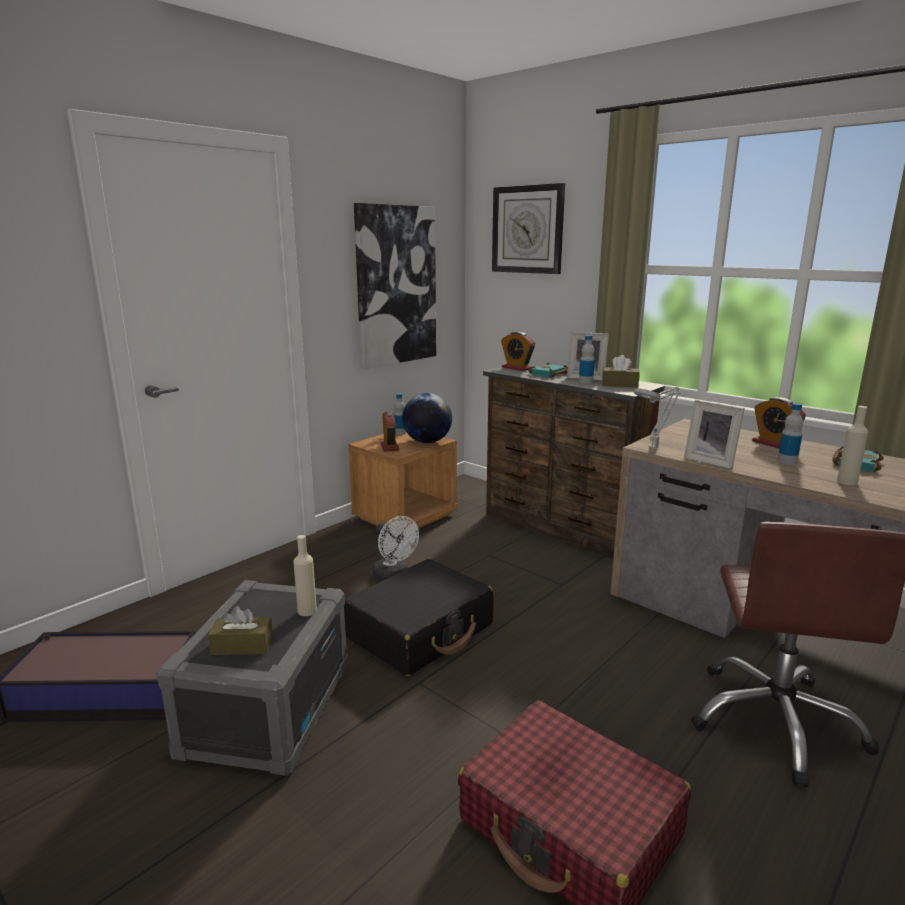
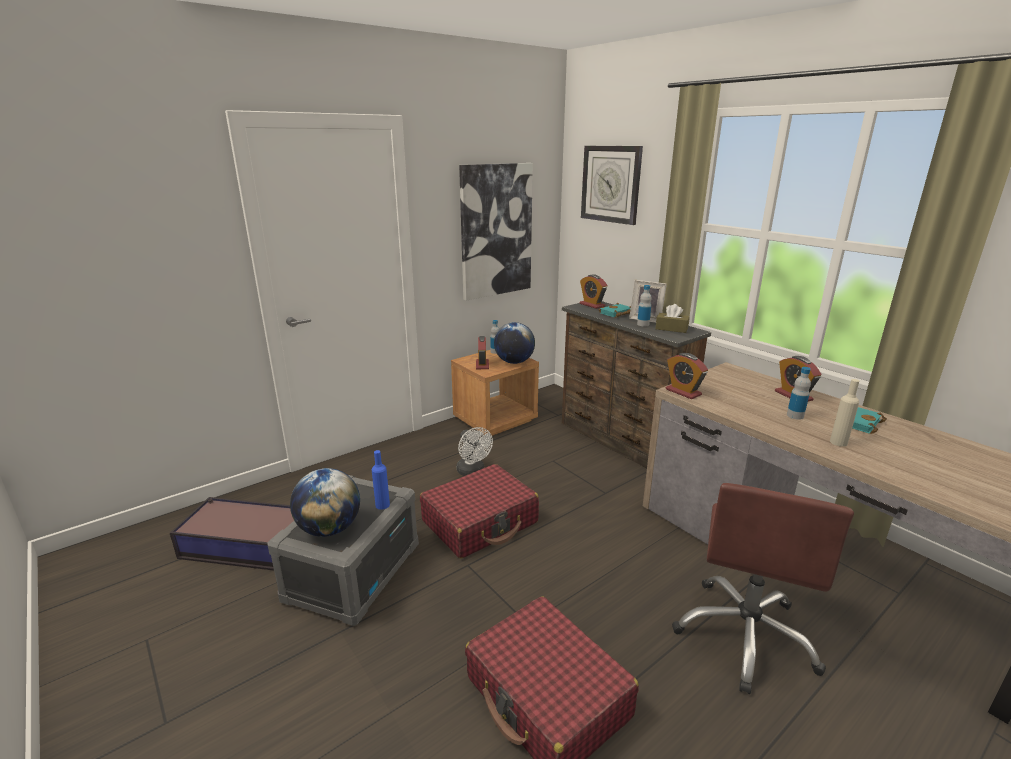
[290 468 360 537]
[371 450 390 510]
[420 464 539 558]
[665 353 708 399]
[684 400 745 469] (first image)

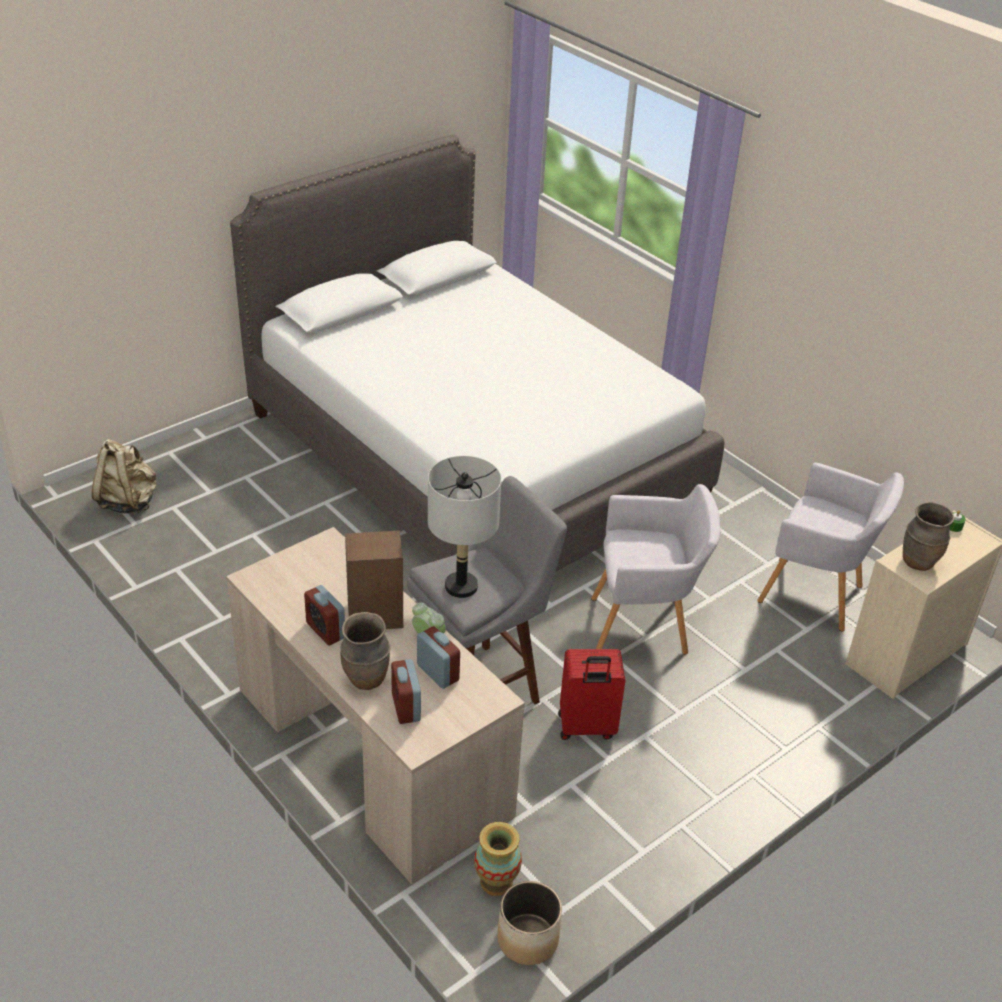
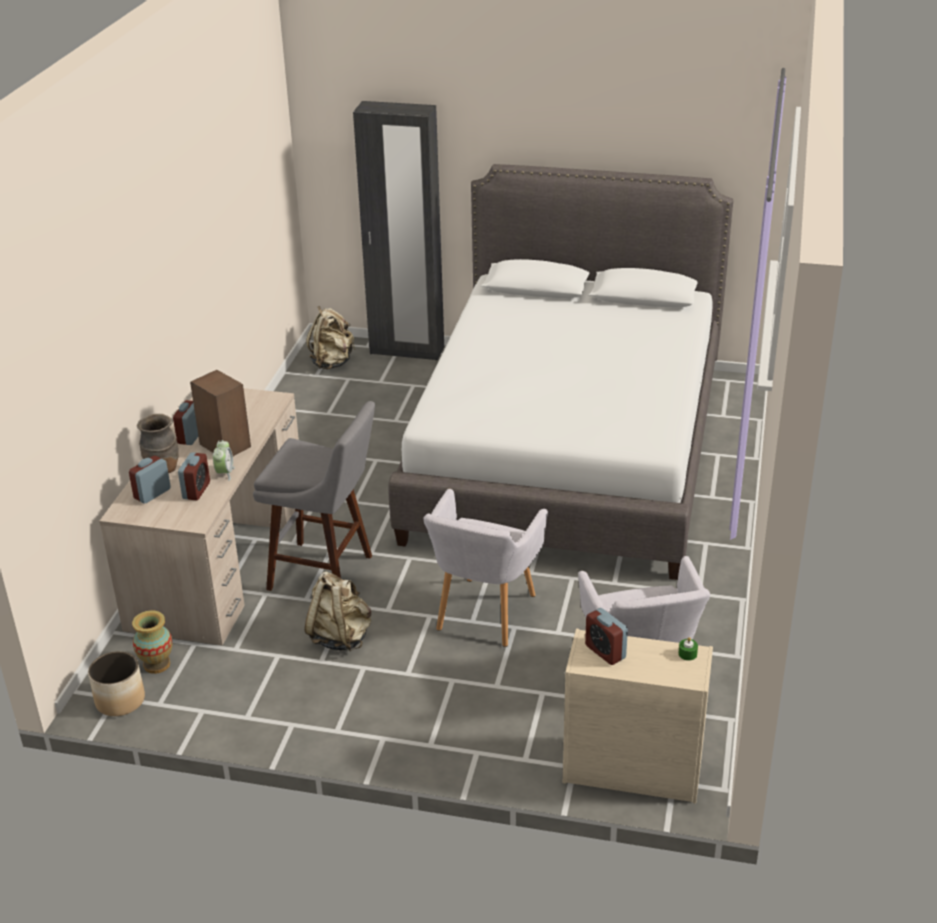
[428 456 501 598] (first image)
[305 572 371 651]
[423 489 548 647]
[585 608 628 665]
[353 101 444 361]

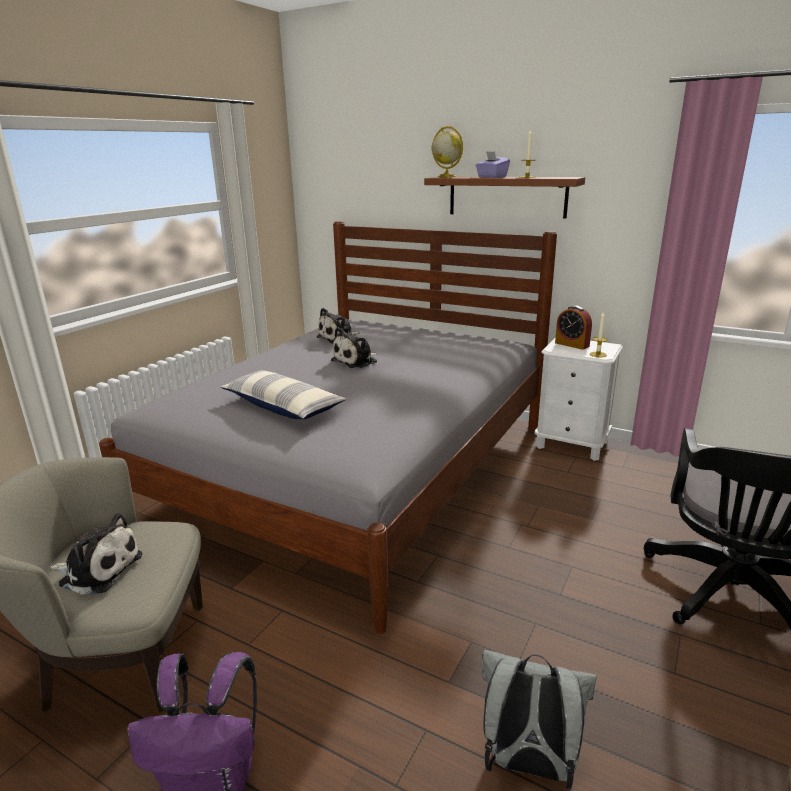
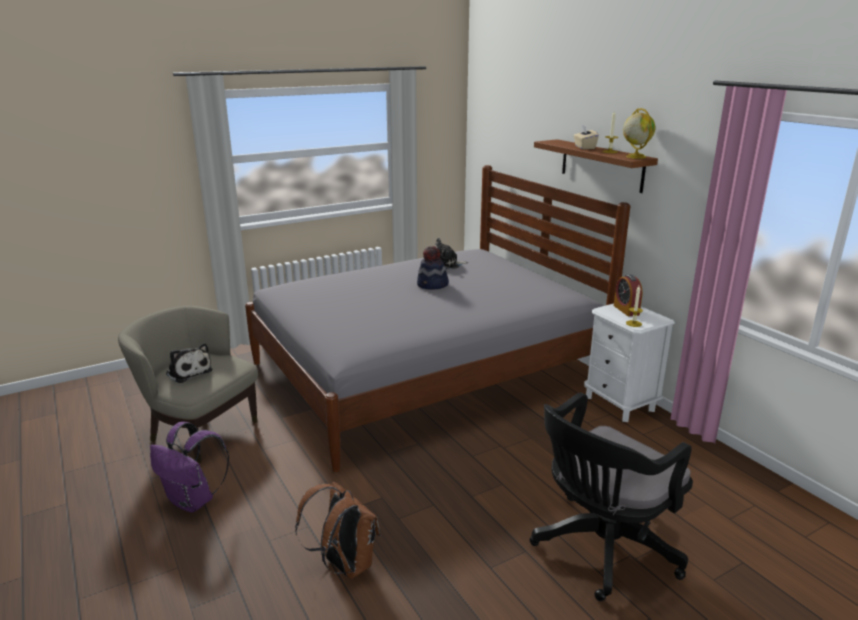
[221 370 347 419] (first image)
[417 246 449 290]
[623 108 655 159]
[574 126 599 149]
[295 482 381 579]

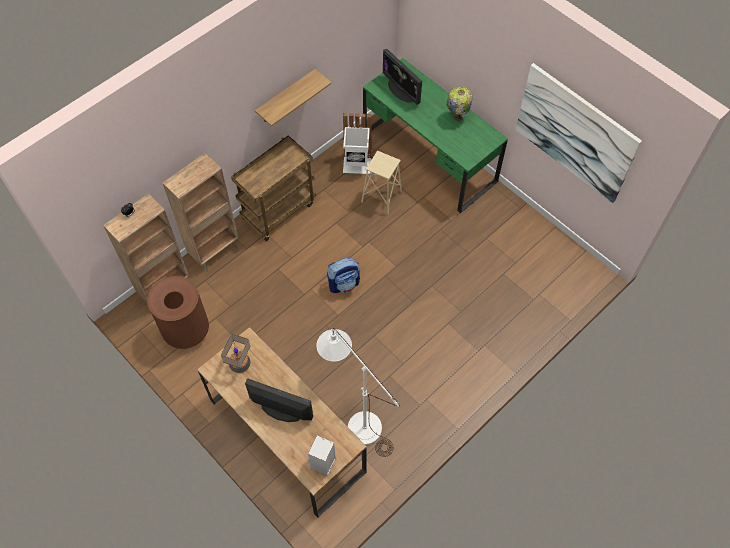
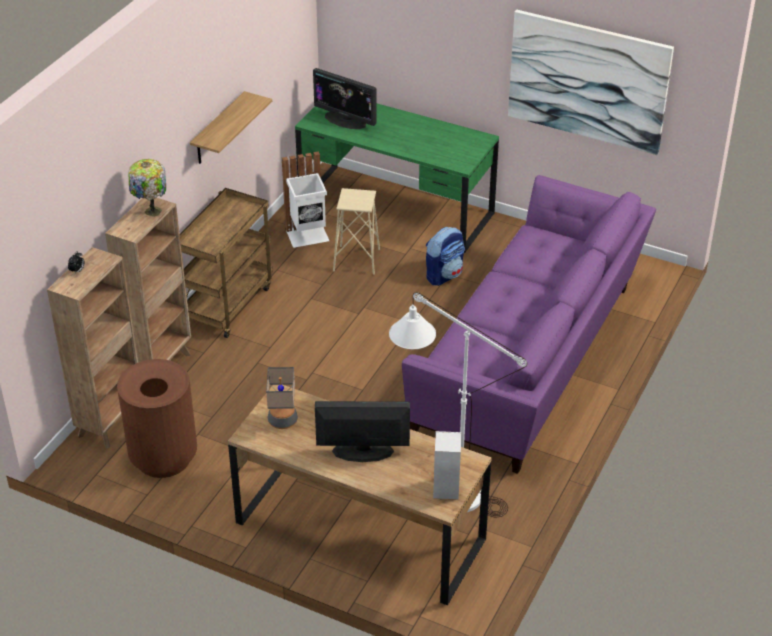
[426 227 465 286]
[128 159 166 217]
[402 175 656 474]

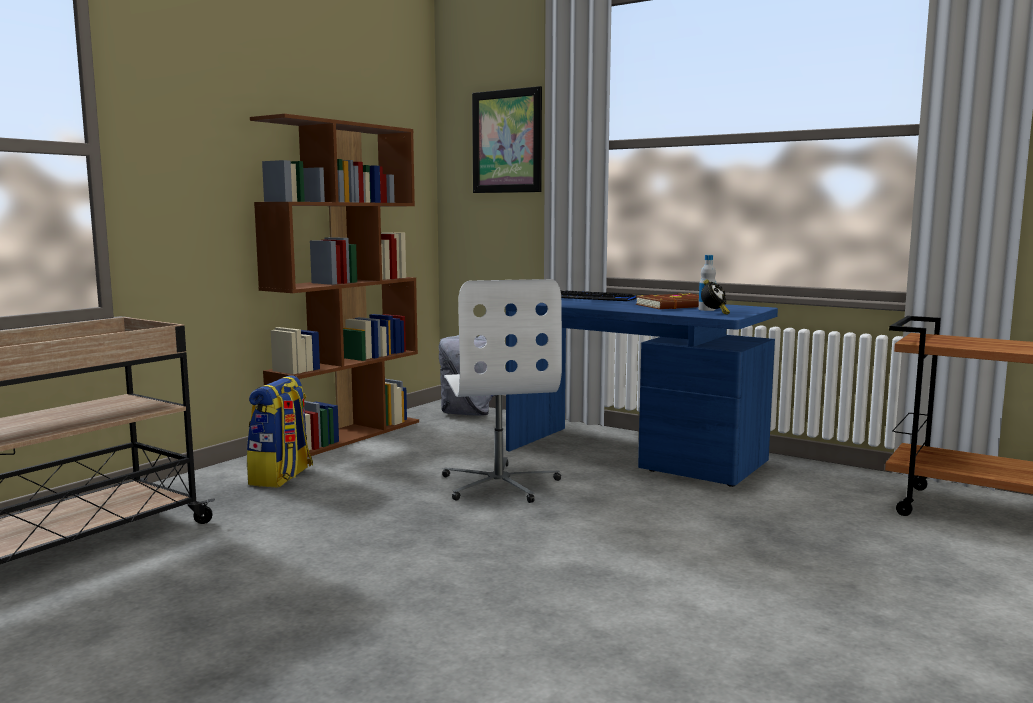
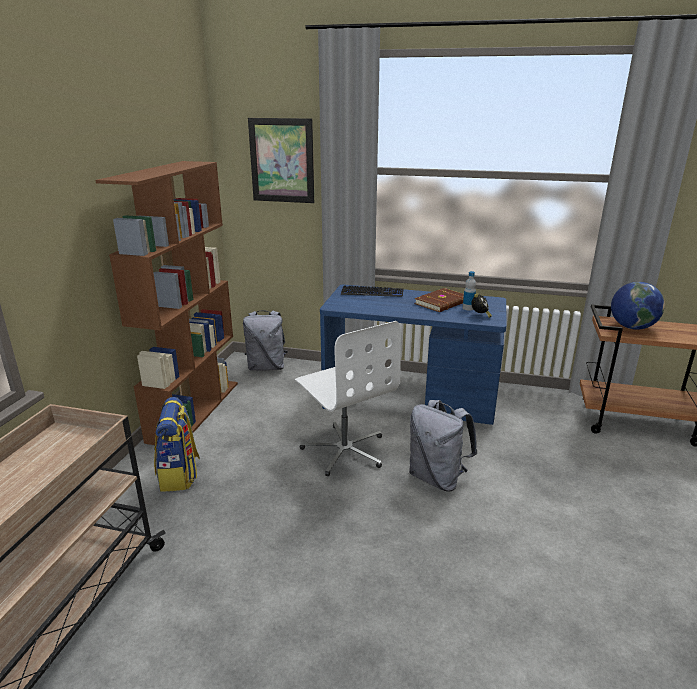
[409 400 477 491]
[611 282 665 330]

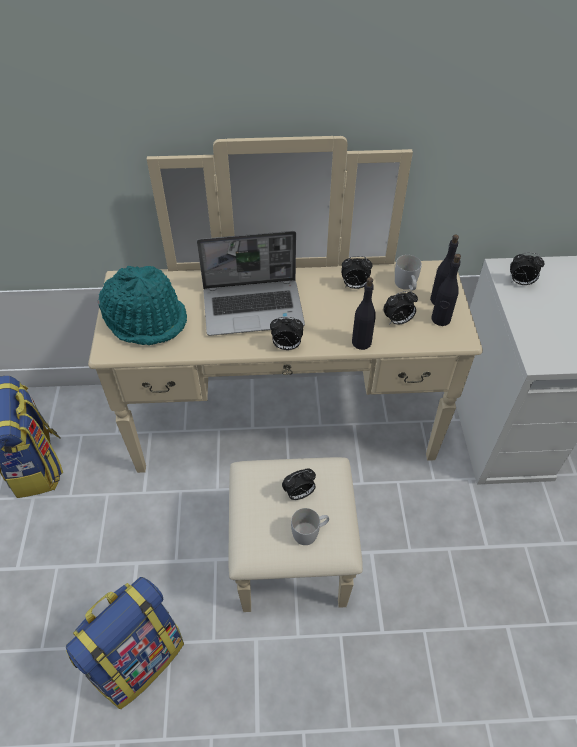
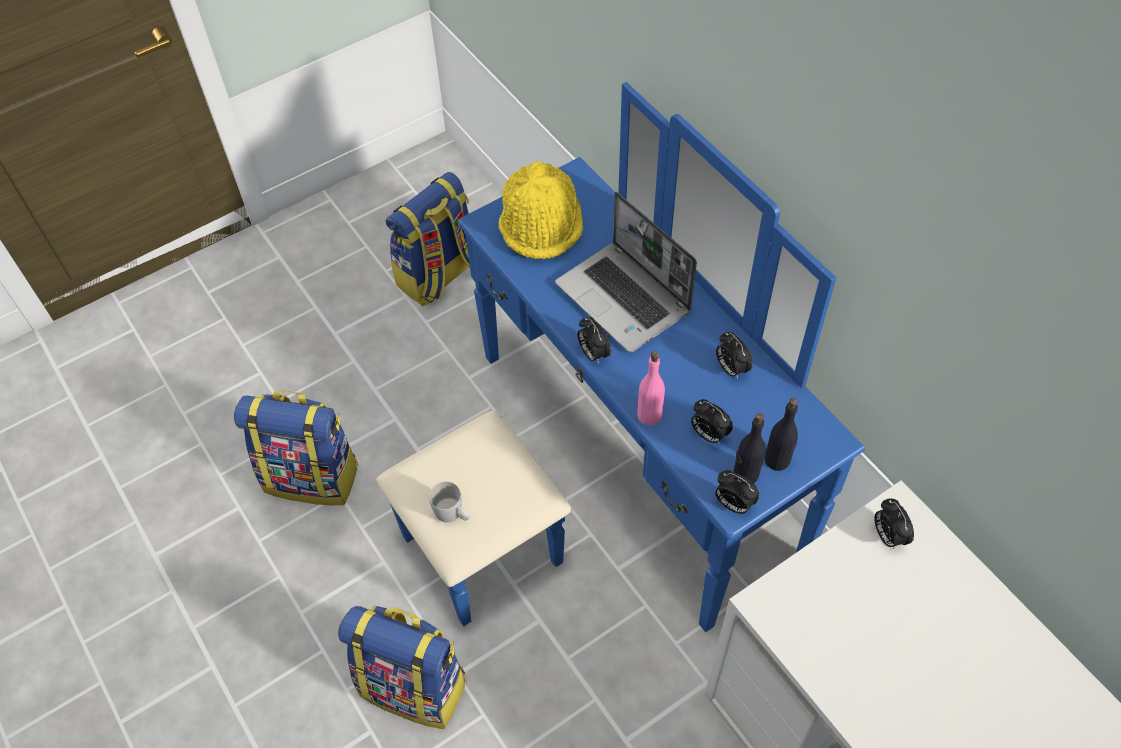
[376 82 865 632]
[498 161 583 259]
[715 470 760 514]
[637 351 665 426]
[395 255 422 291] (first image)
[338 606 467 729]

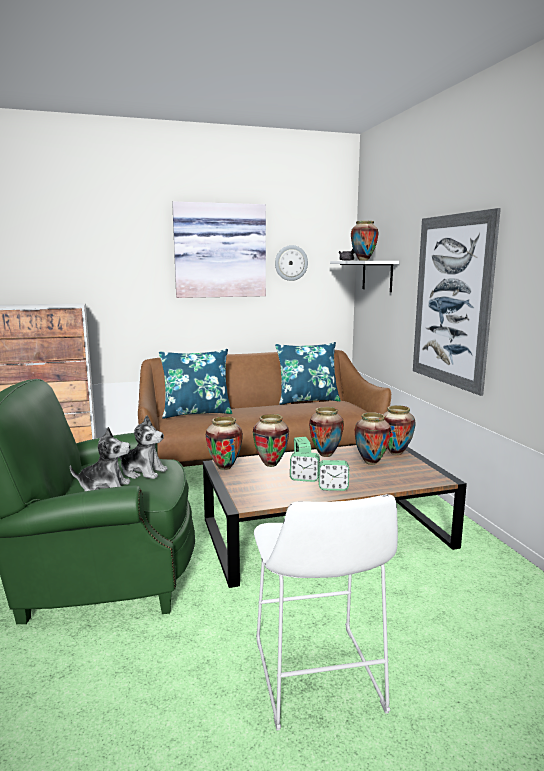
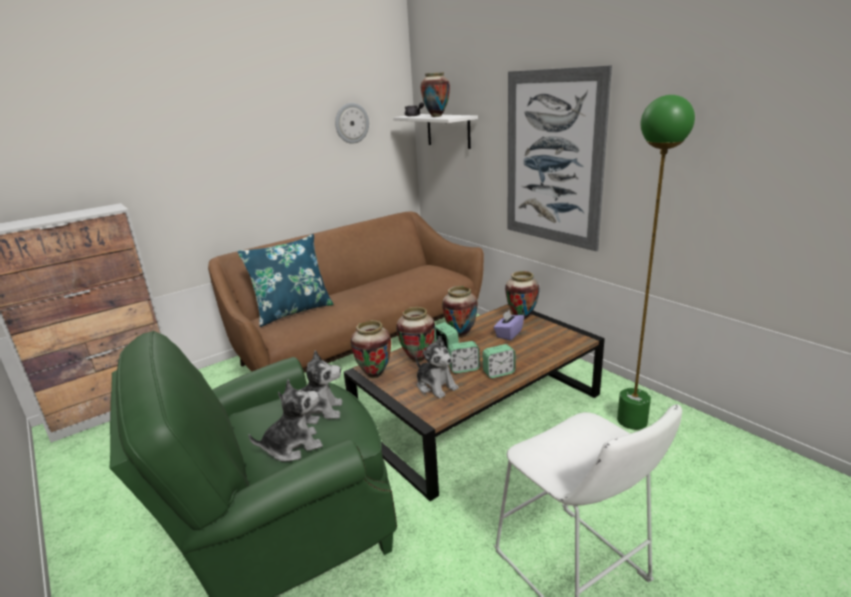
[172 201 266 298] (first image)
[275 342 341 405] (first image)
[494 309 524 340]
[415 336 459 399]
[617 95 695 430]

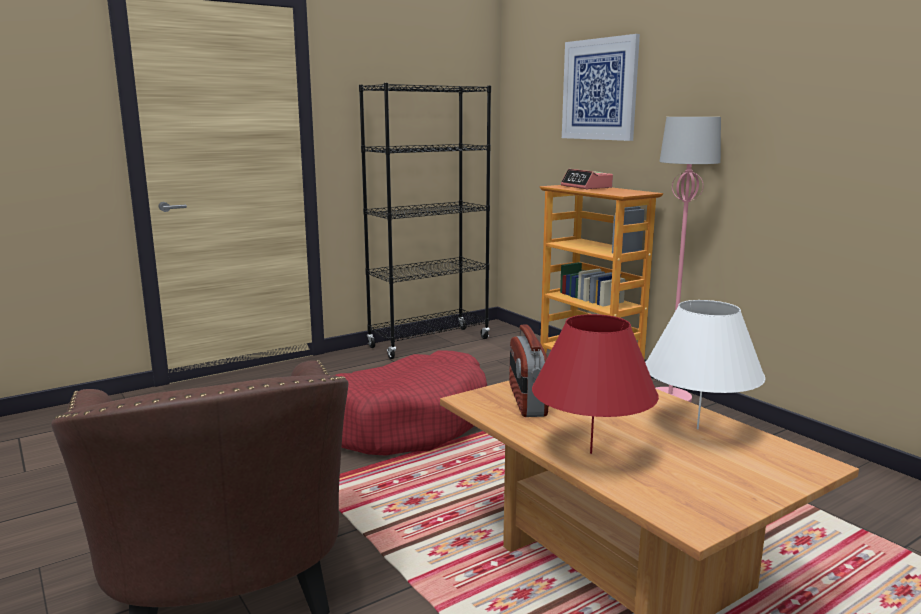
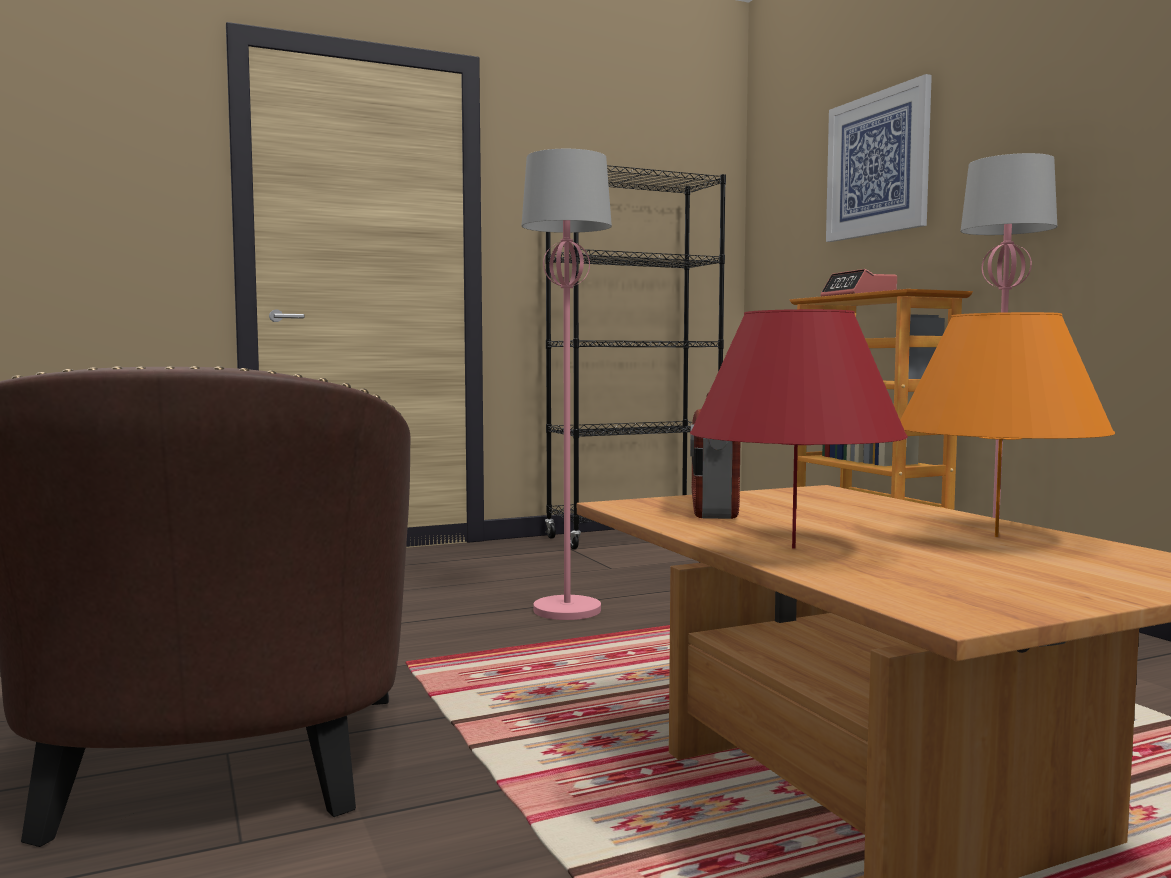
[521 149 612 620]
[900 312 1115 537]

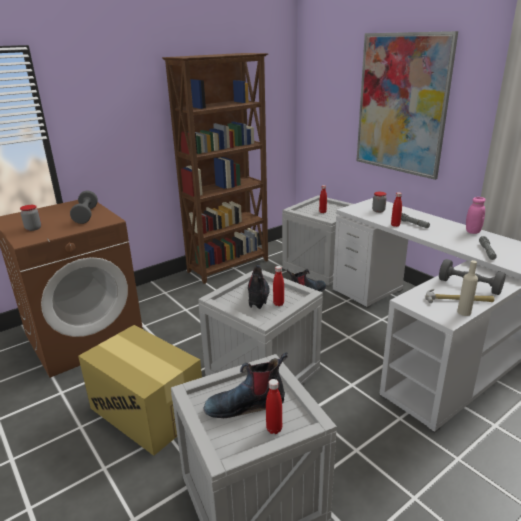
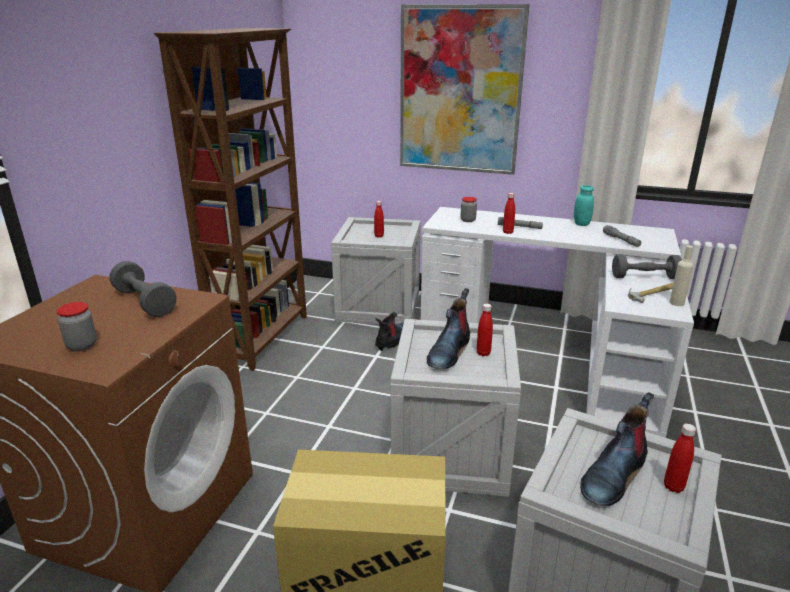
[427 288 470 369]
[574 185 594 226]

